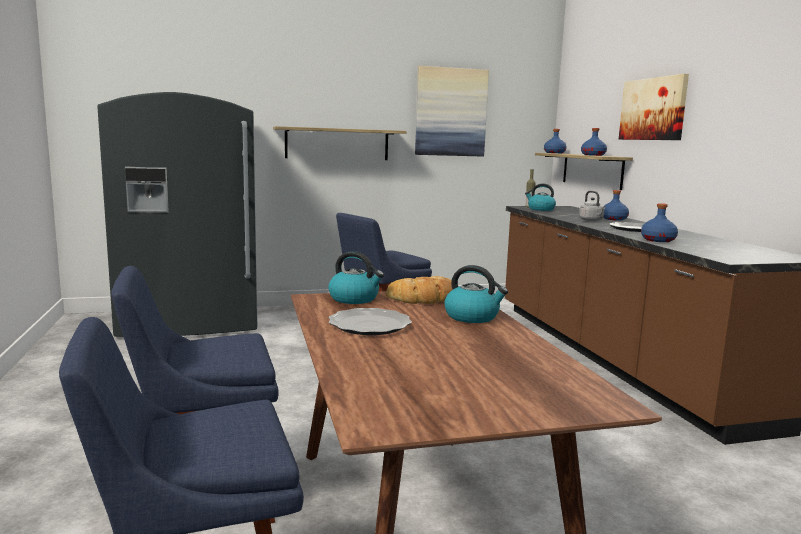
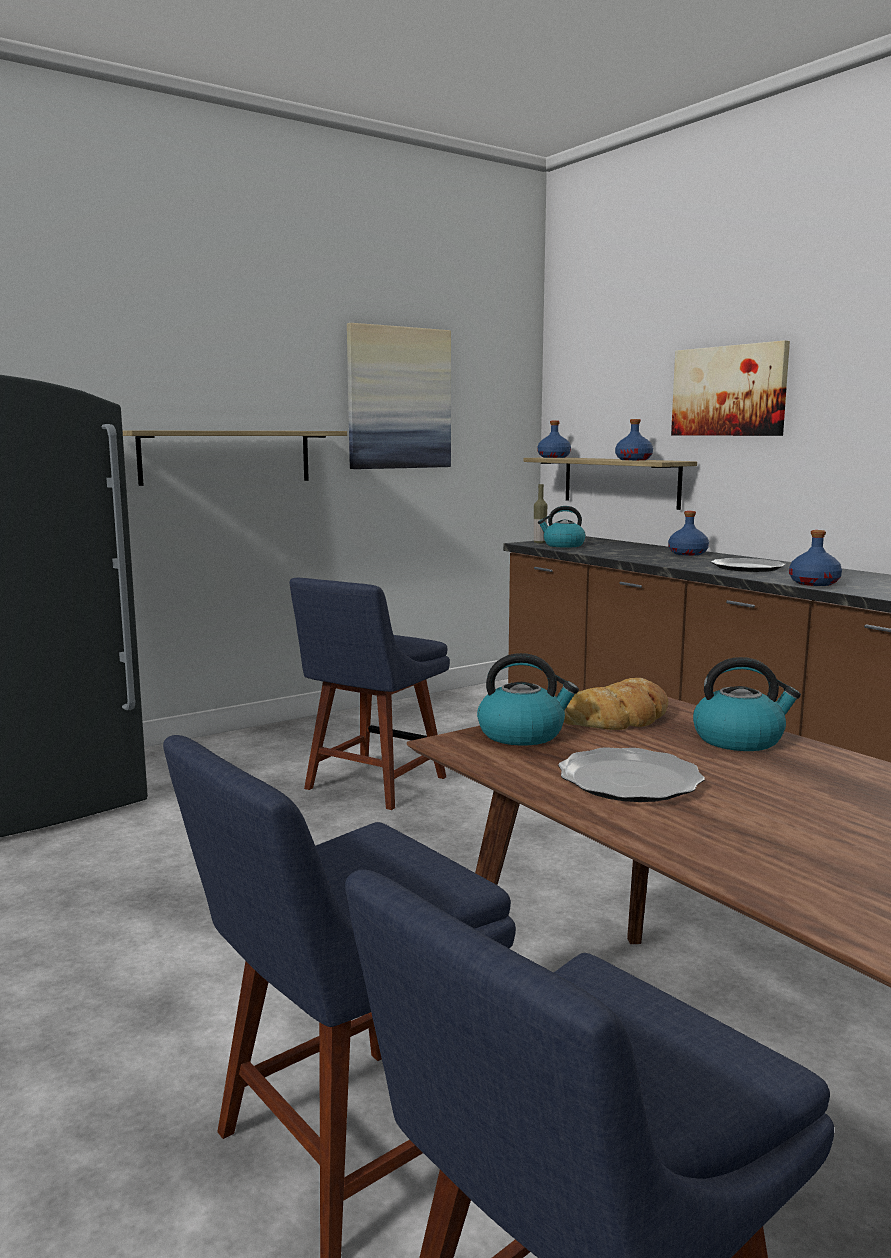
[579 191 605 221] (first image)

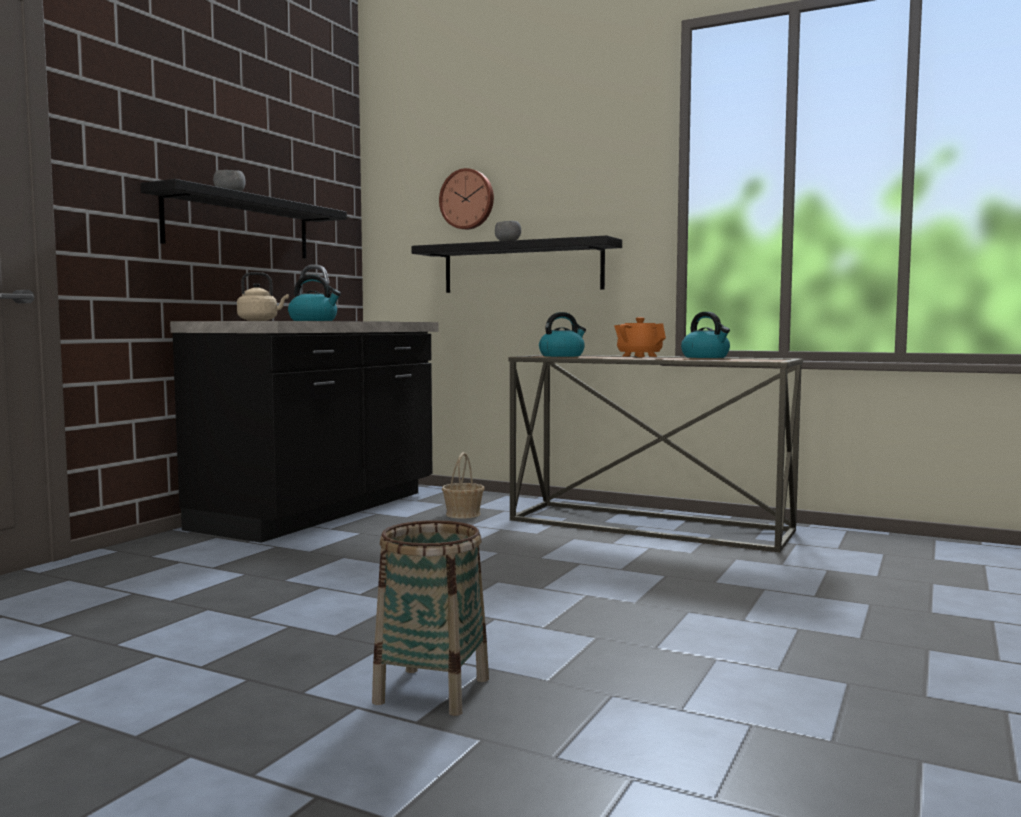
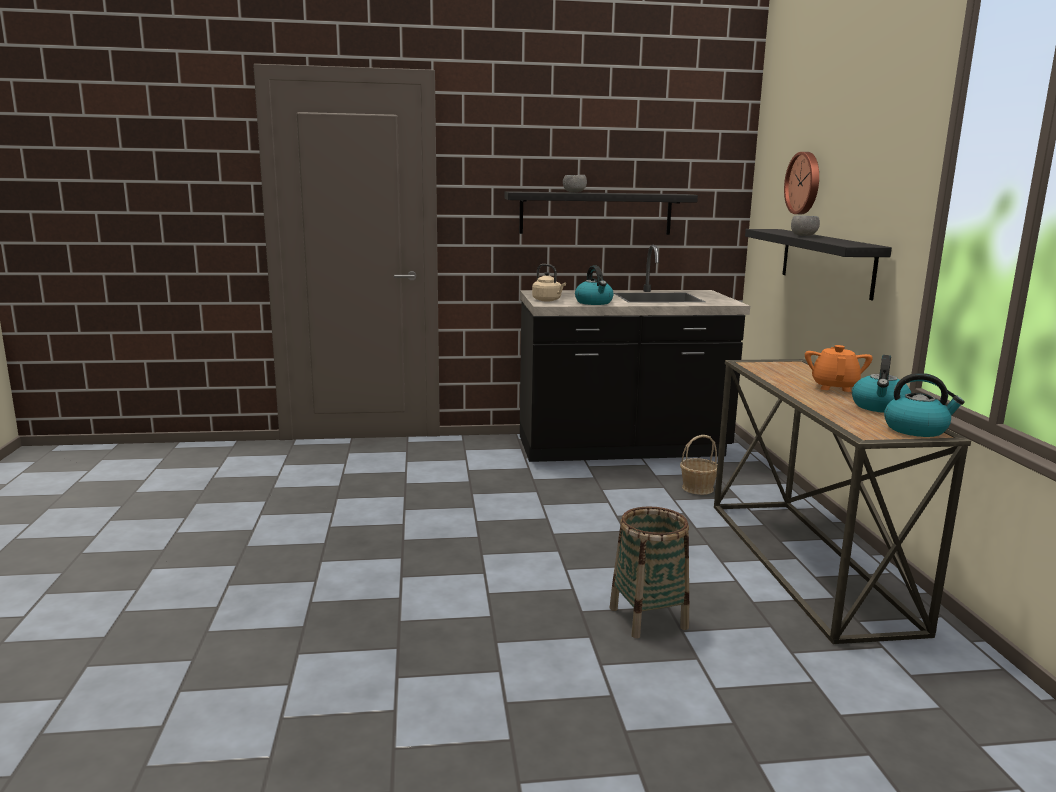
[610 507 689 638]
[884 373 965 437]

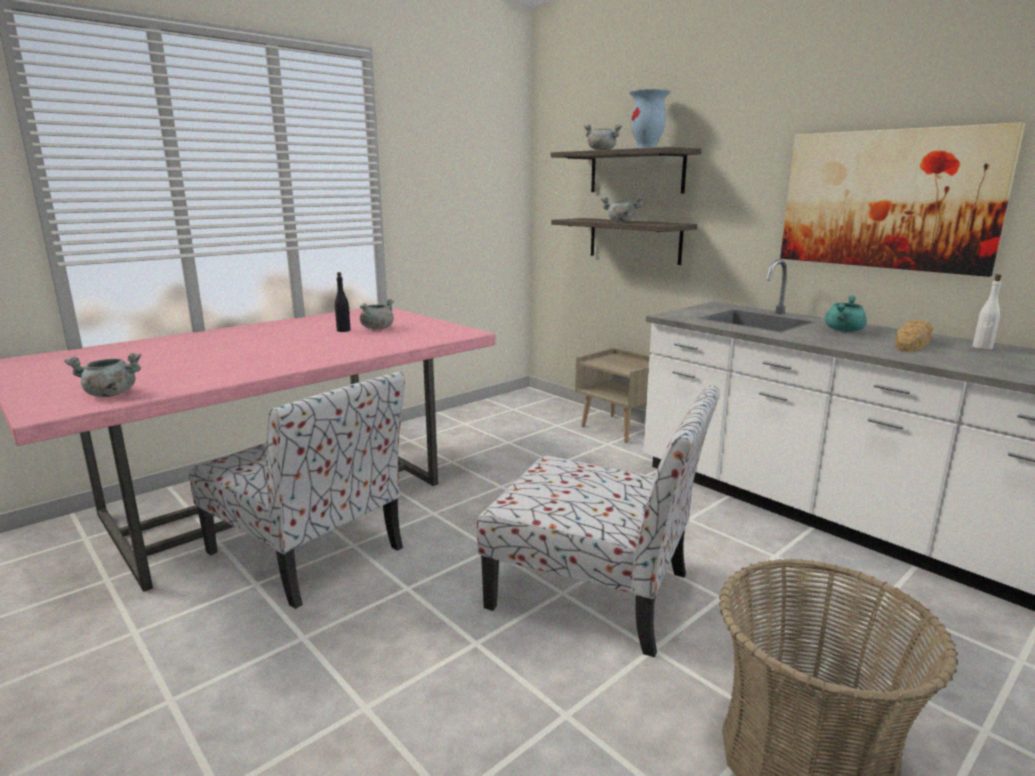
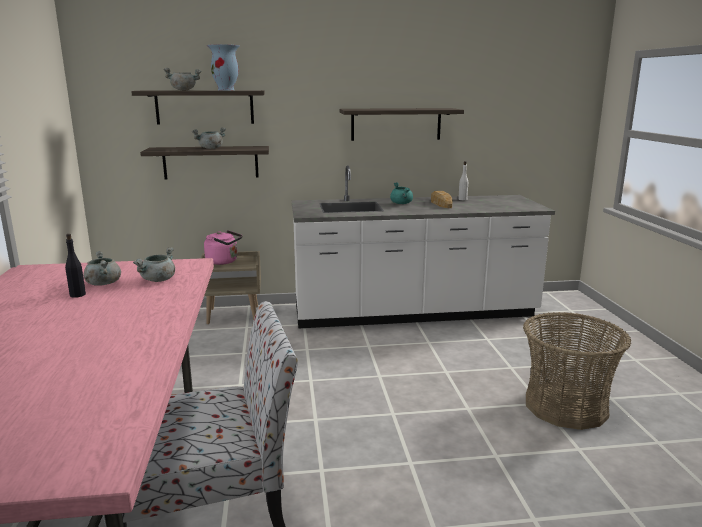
[133 247 175 282]
[477 386 720 657] (first image)
[340 108 464 141]
[204 230 242 265]

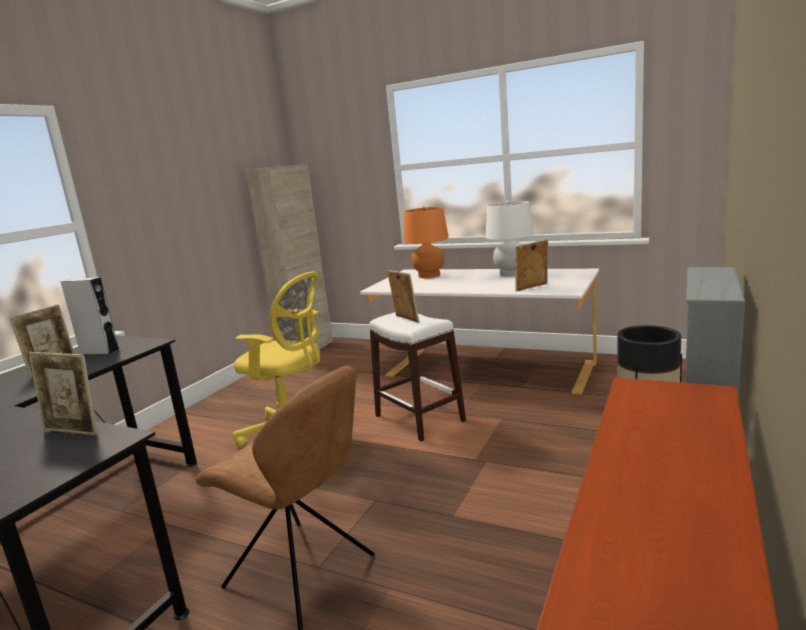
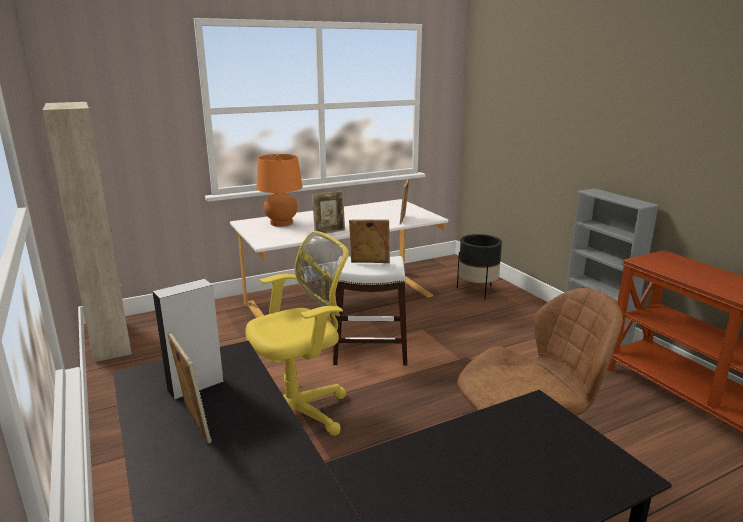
[312 191 345 234]
[486 200 534 277] (first image)

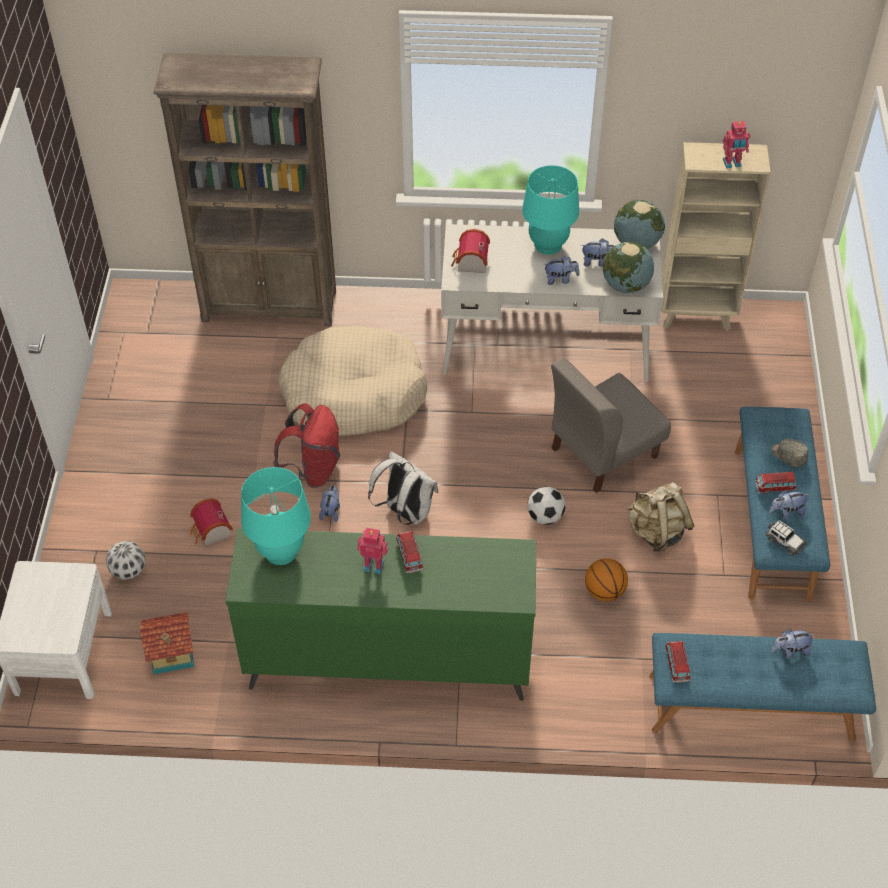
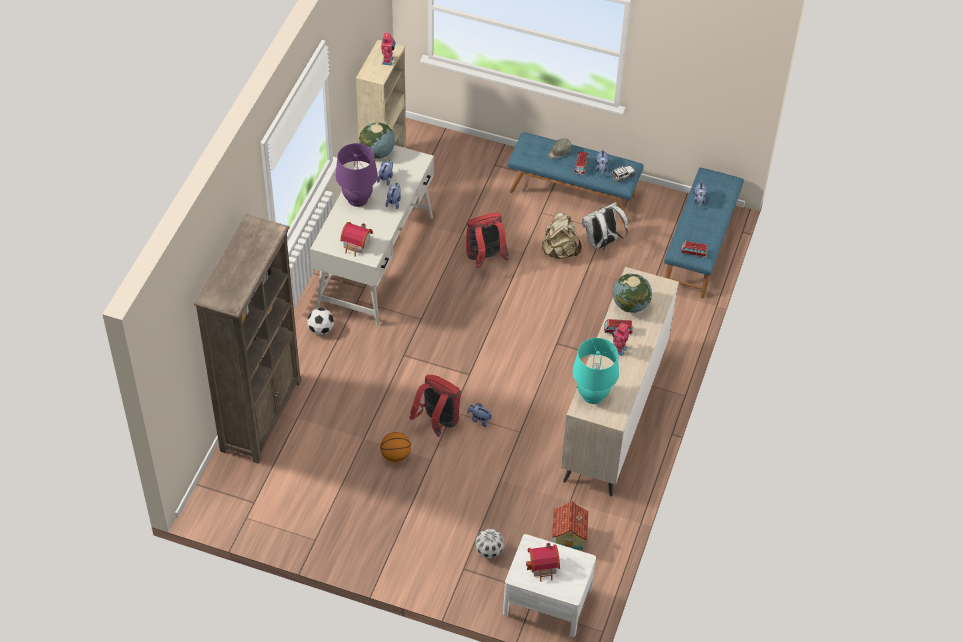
[526 543 560 582]
[561 267 679 496]
[278 325 427 436] (first image)
[582 202 628 251]
[336 143 378 207]
[307 308 334 335]
[466 212 510 268]
[380 432 411 463]
[613 274 652 313]

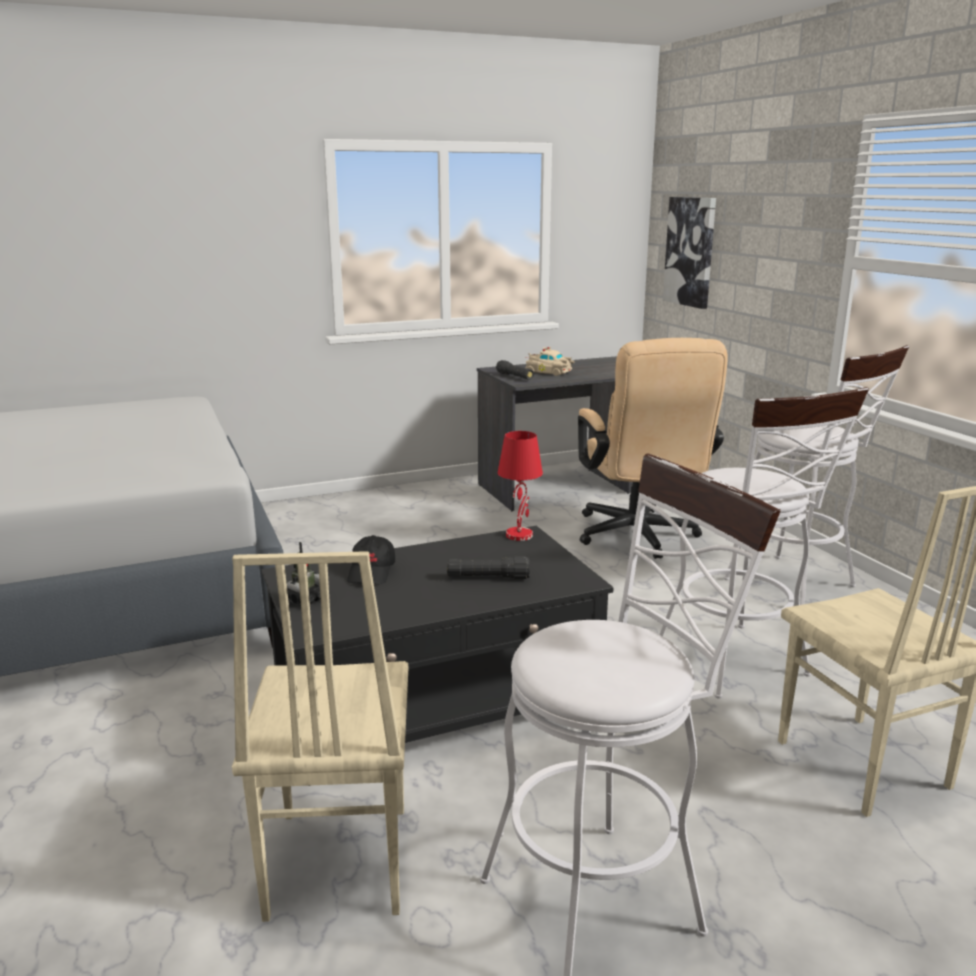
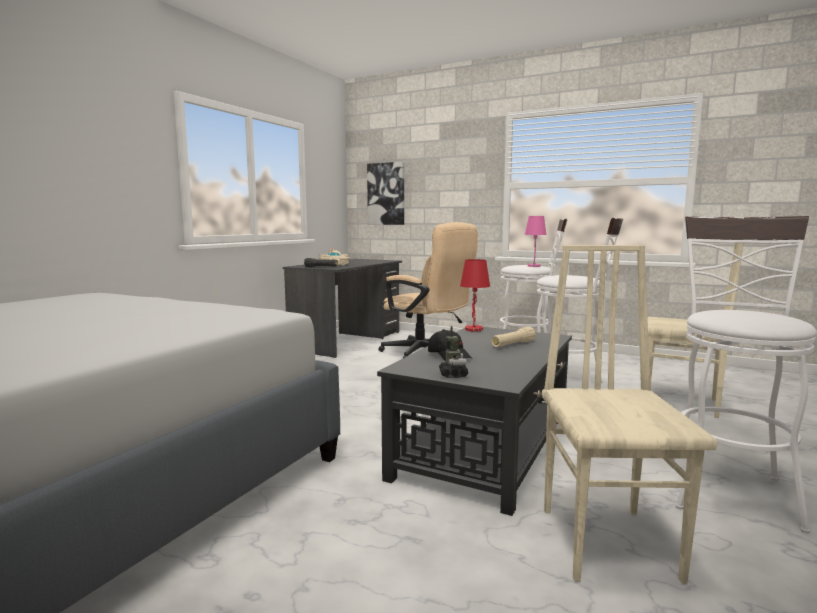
[542 245 718 584]
[491 327 536 347]
[525 216 546 267]

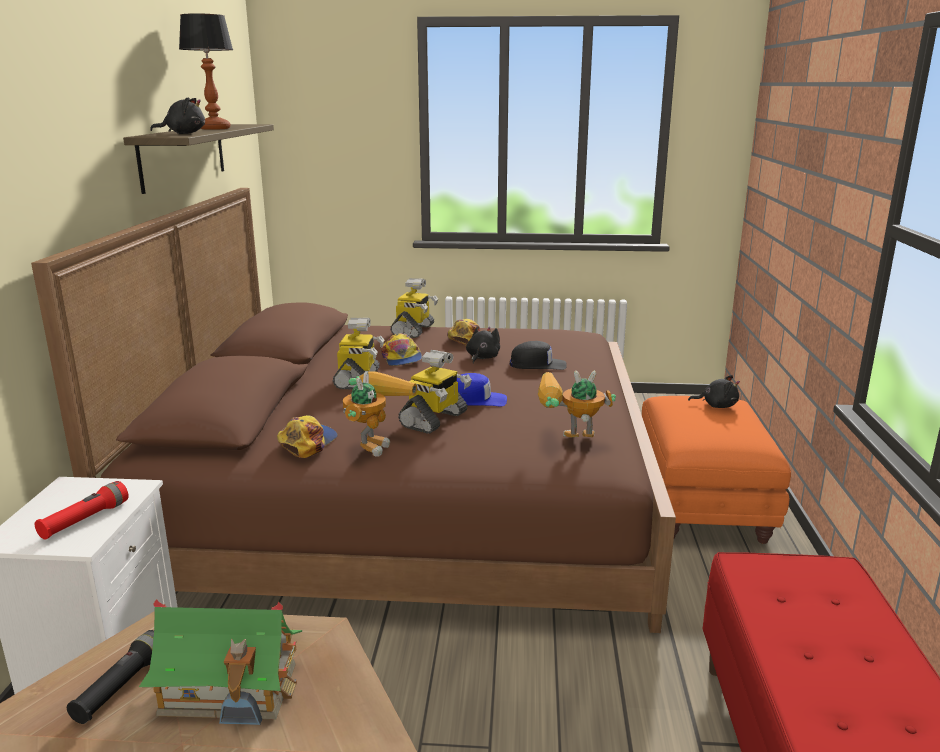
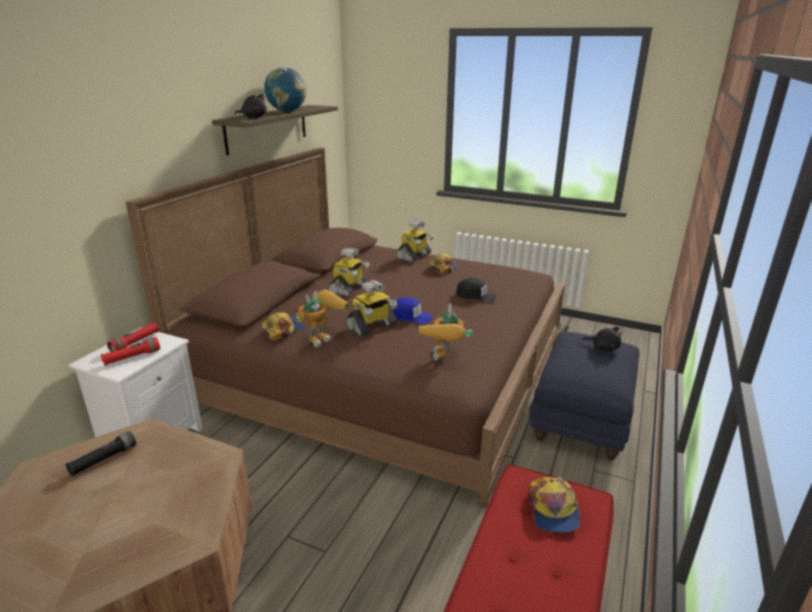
[139 599 302 725] (first image)
[264 67 306 112]
[529 477 580 533]
[466 326 500 364] (first image)
[419 304 473 360]
[529 332 640 460]
[107 322 159 352]

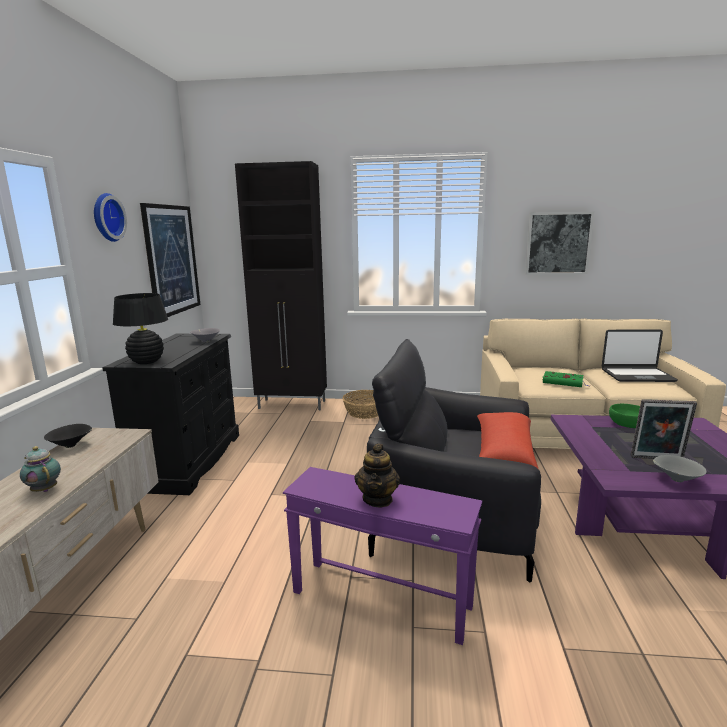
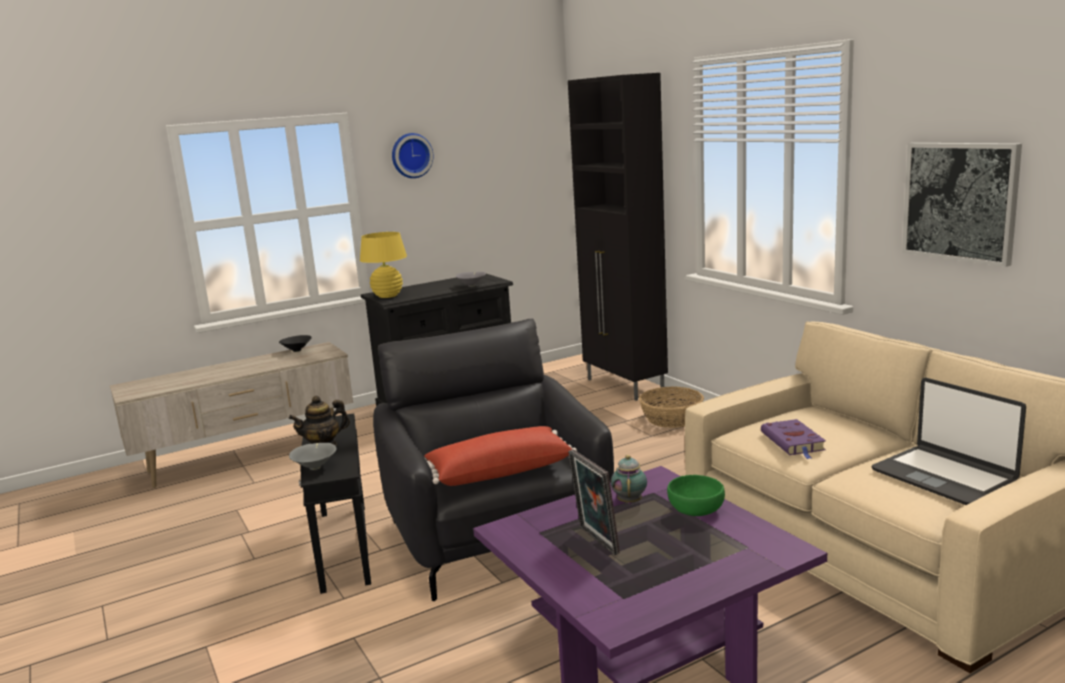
[611 455 647 504]
[360 232 407 298]
[140 203 200 317] (first image)
[299 414 371 594]
[761 419 826 459]
[289 443 336 470]

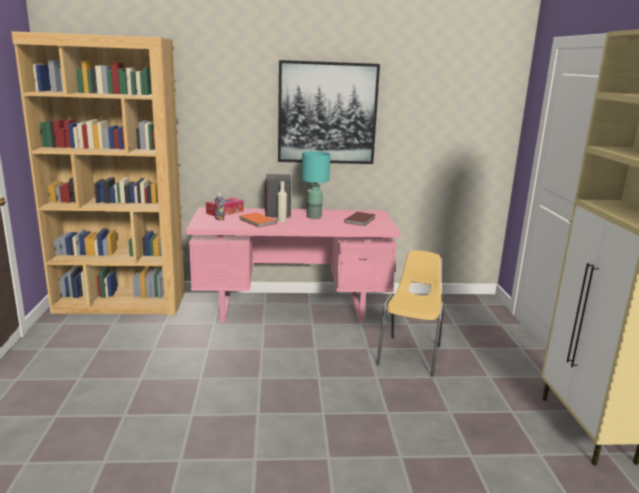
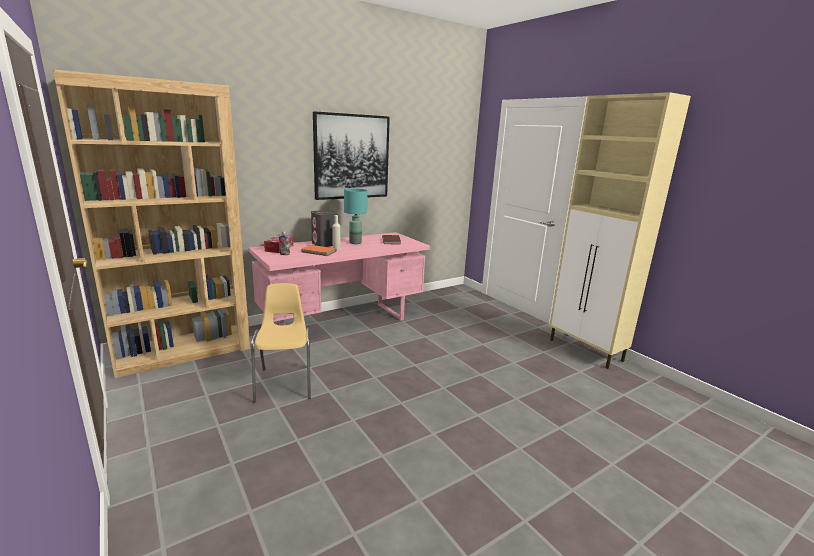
[251 283 311 403]

